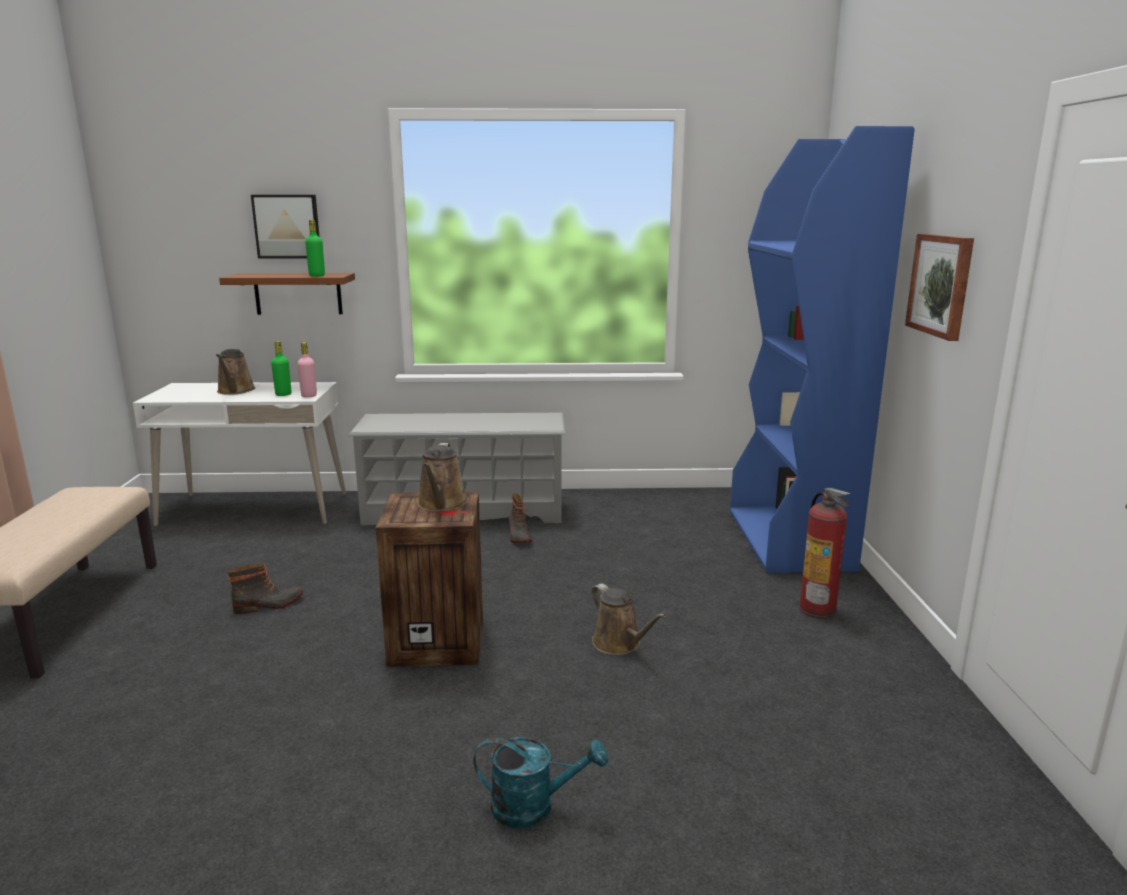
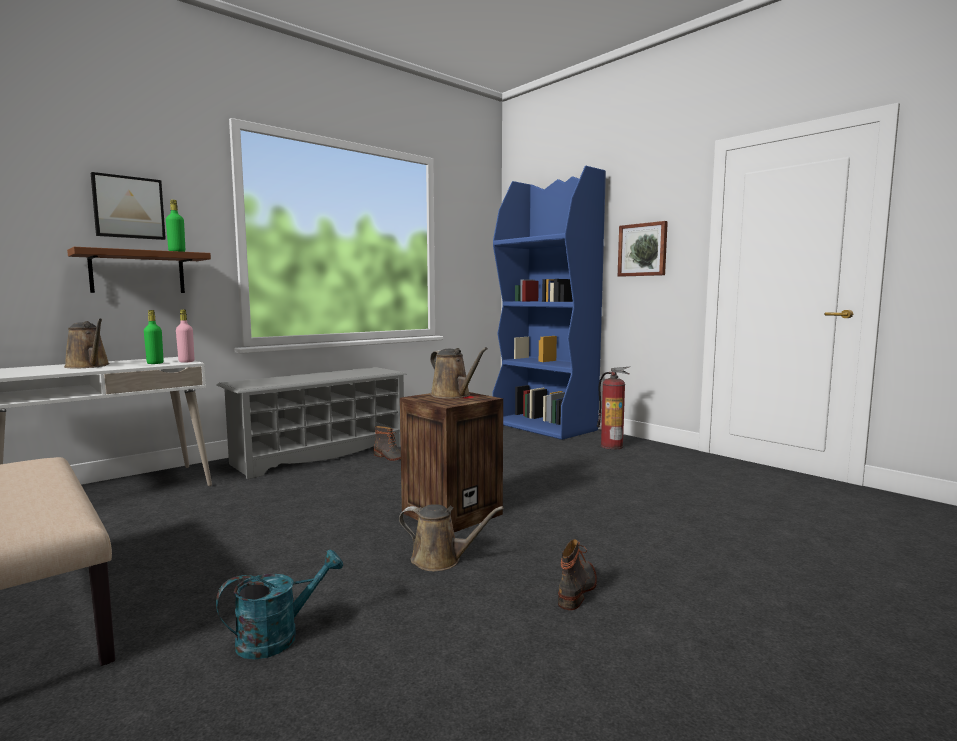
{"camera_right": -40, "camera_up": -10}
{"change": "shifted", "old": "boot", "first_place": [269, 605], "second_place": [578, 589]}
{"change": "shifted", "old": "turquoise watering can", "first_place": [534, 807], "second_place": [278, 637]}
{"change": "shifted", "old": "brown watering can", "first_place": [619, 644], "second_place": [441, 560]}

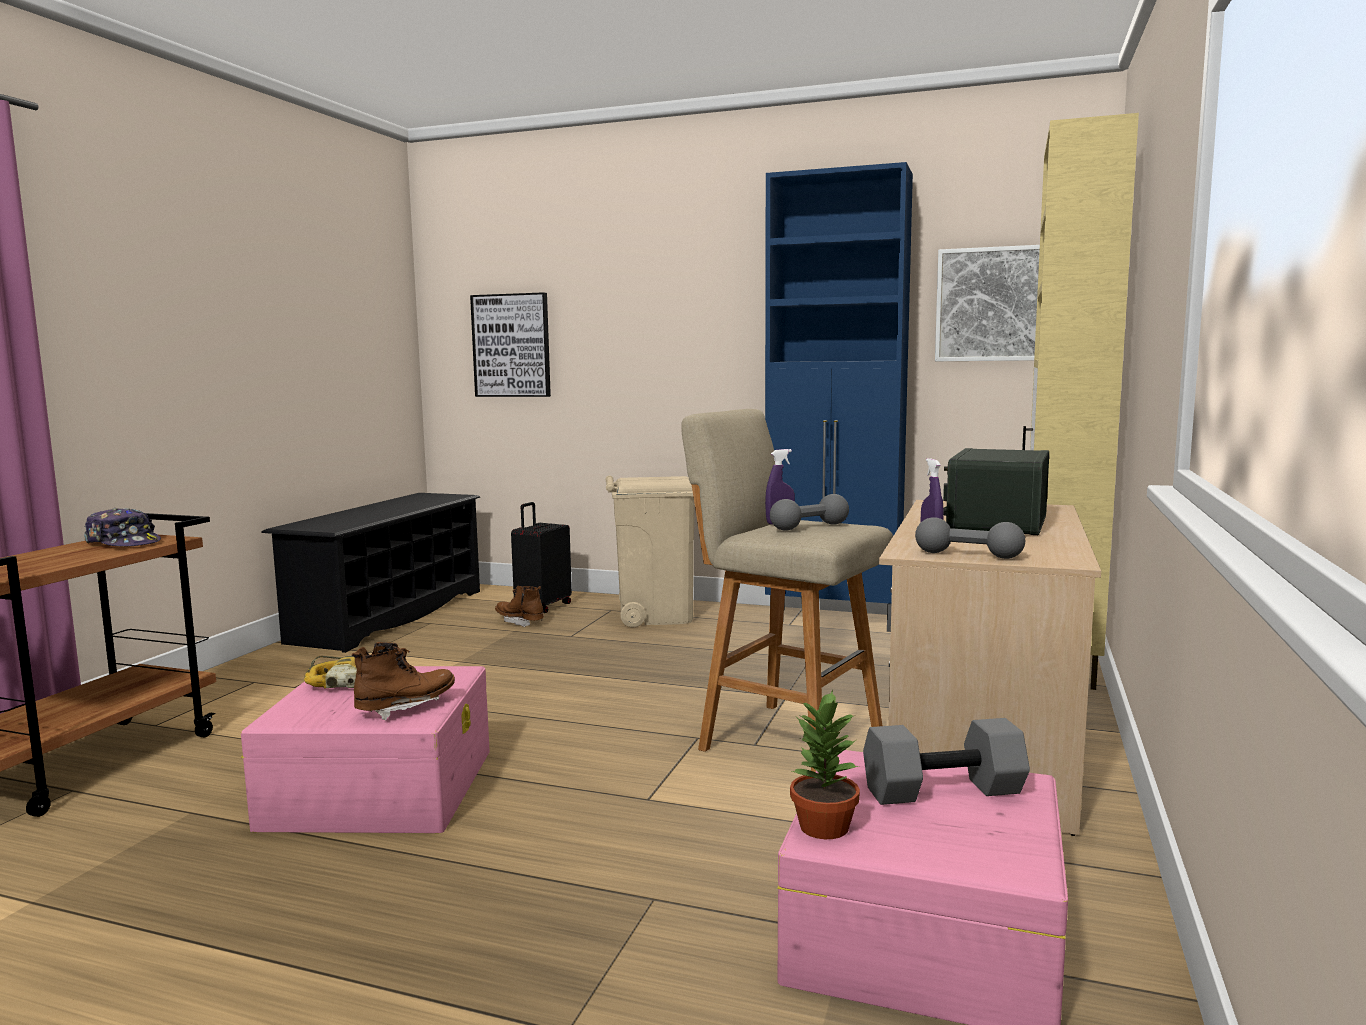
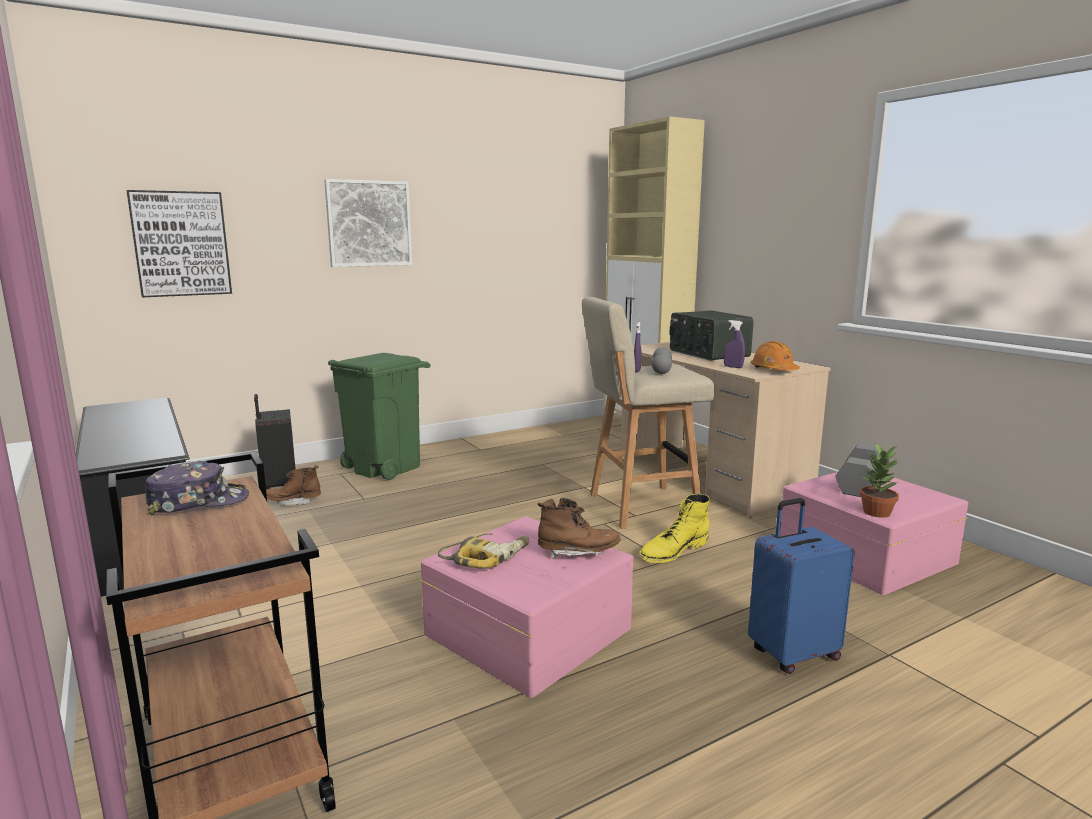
{"camera_right": -50, "camera_up": 5}
{"change": "rotated", "old": "brown boot", "first_place": [406, 708], "second_place": [578, 553], "degrees": 90}
{"change": "repainted", "old": "beige trash can", "new": "green trash can", "first_place": [656, 615], "second_place": [384, 467]}
{"change": "gone", "old": "blue cabinet", "first_place": [835, 620]}
{"change": "swapped", "old": "grey dumbbell", "new": "orange hard hat", "first_place": [968, 555], "second_place": [773, 370]}
{"change": "shifted", "old": "picture", "first_place": [994, 304], "second_place": [369, 223]}
{"change": "new", "new": "yellow boot", "second_place": [673, 550]}
{"change": "new", "new": "blue suitcase", "second_place": [792, 653]}

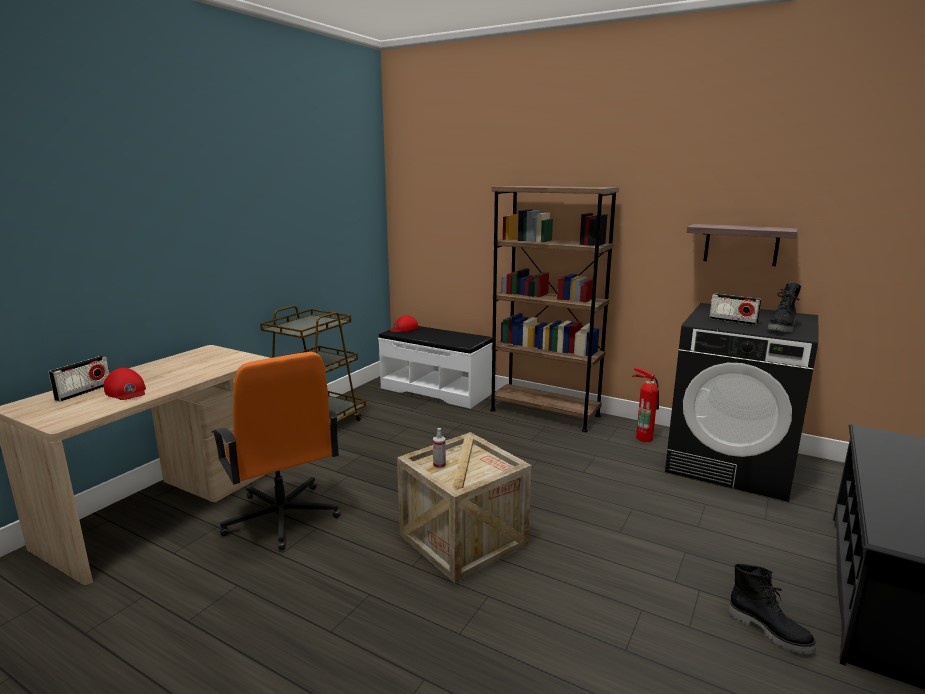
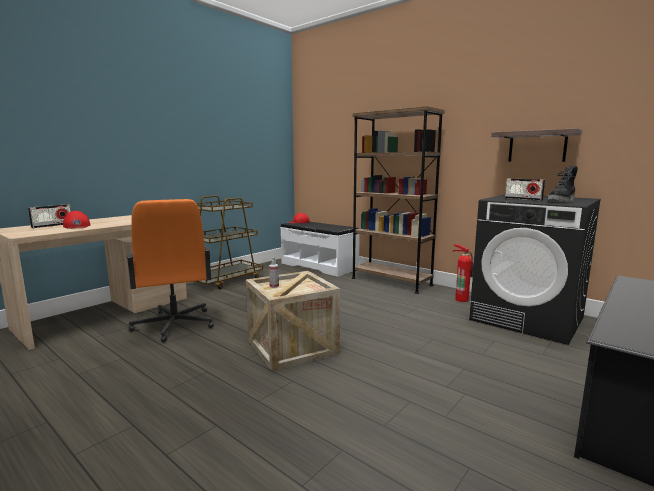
{"camera_right": 10, "camera_up": -5}
{"change": "gone", "old": "black boot", "first_place": [770, 631]}

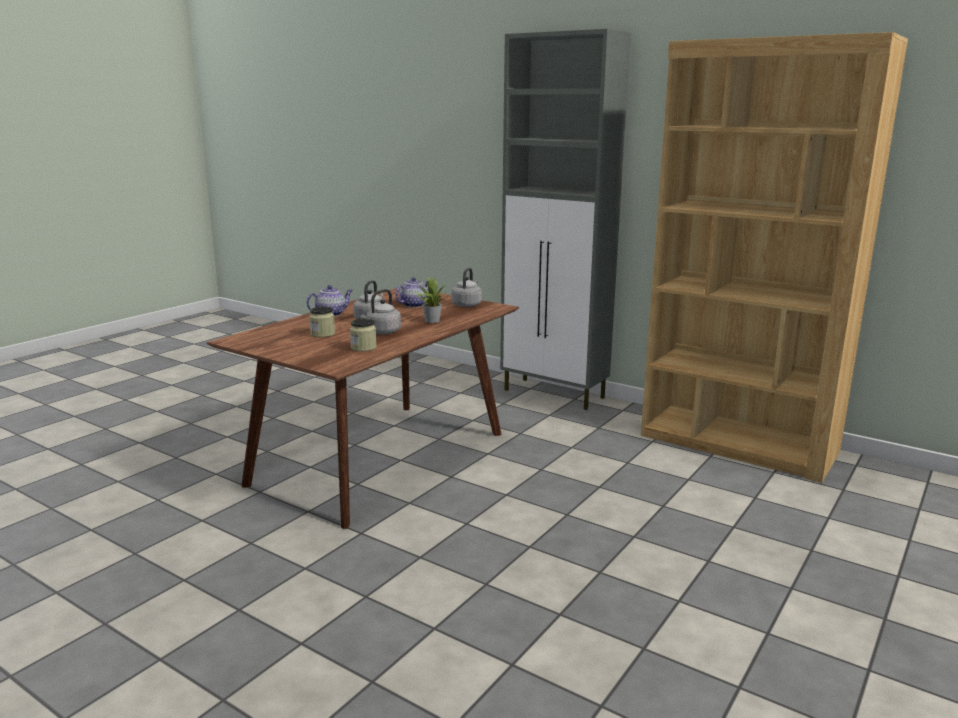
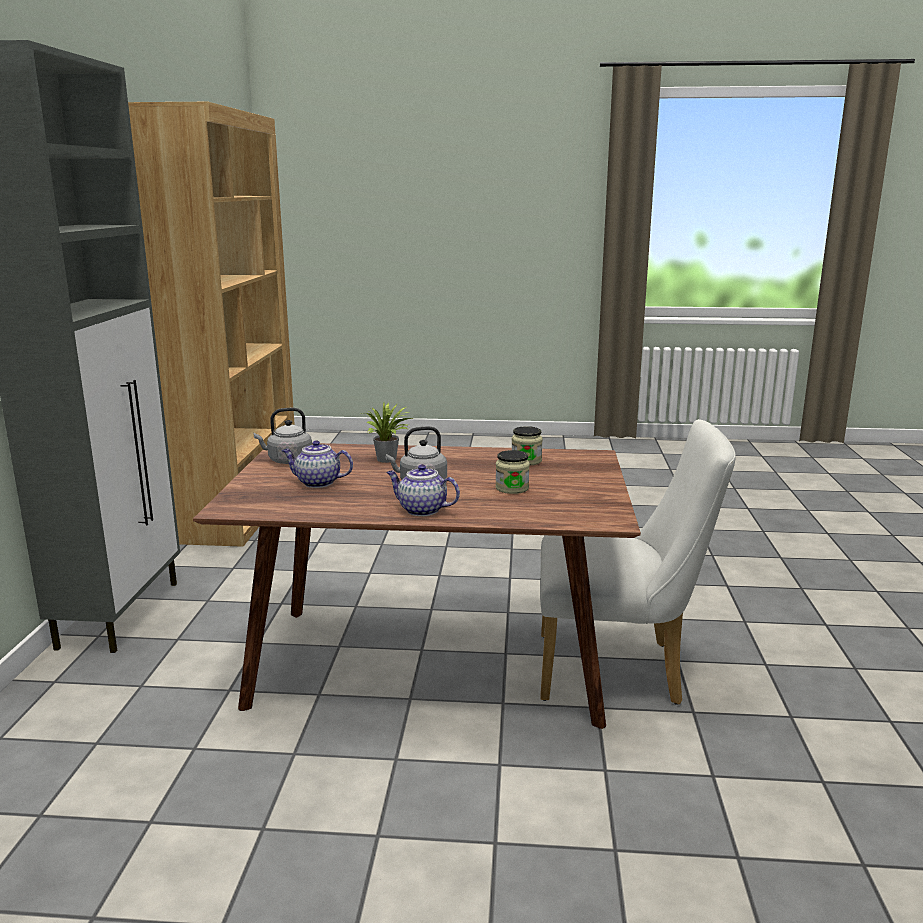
{"camera_right": -120, "camera_up": 0}
{"change": "gone", "old": "grey kettle", "first_place": [382, 332]}
{"change": "new", "new": "white chair", "second_place": [620, 670]}

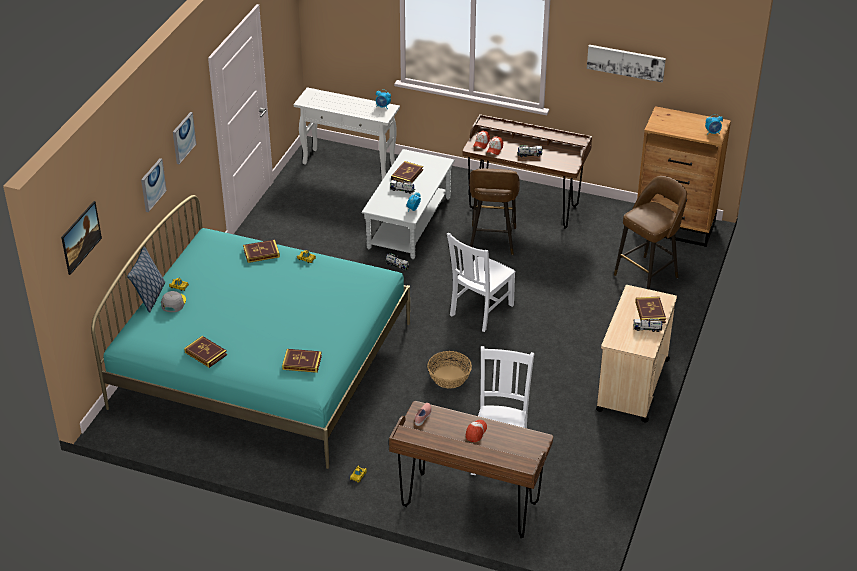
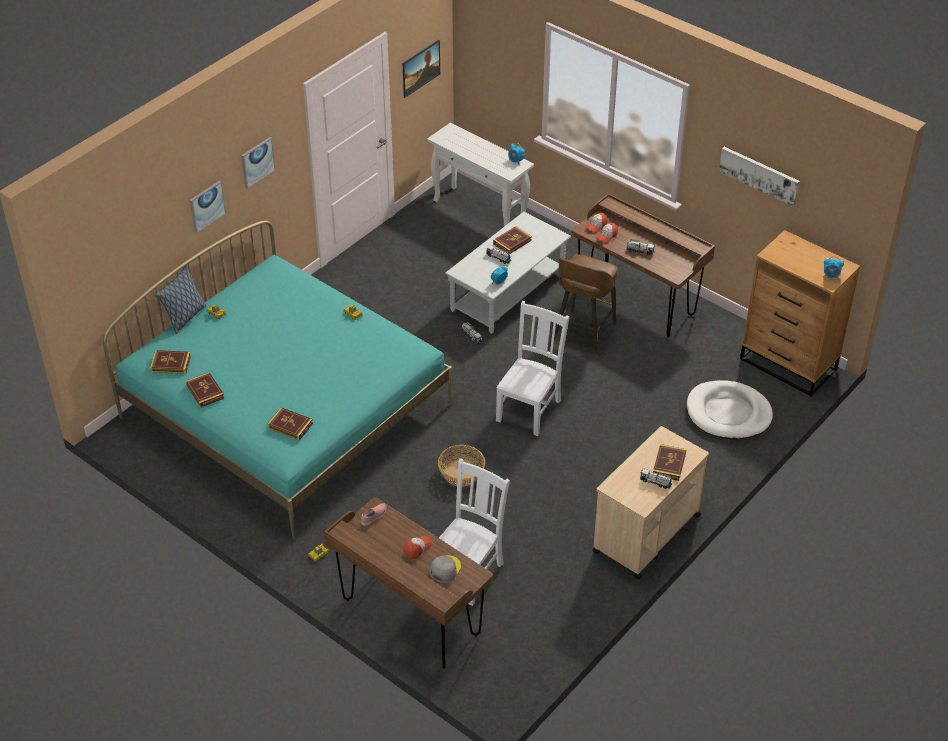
{"camera_right": 20, "camera_up": 5}
{"change": "shifted", "old": "picture", "first_place": [83, 246], "second_place": [421, 77]}
{"change": "shifted", "old": "grey cap", "first_place": [173, 303], "second_place": [445, 569]}
{"change": "shifted", "old": "book", "first_place": [261, 253], "second_place": [171, 364]}
{"change": "rotated", "old": "white chair", "first_place": [480, 311], "second_place": [530, 409], "degrees": 150}
{"change": "swapped", "old": "brown stool", "new": "white dog bed", "first_place": [647, 275], "second_place": [728, 413]}

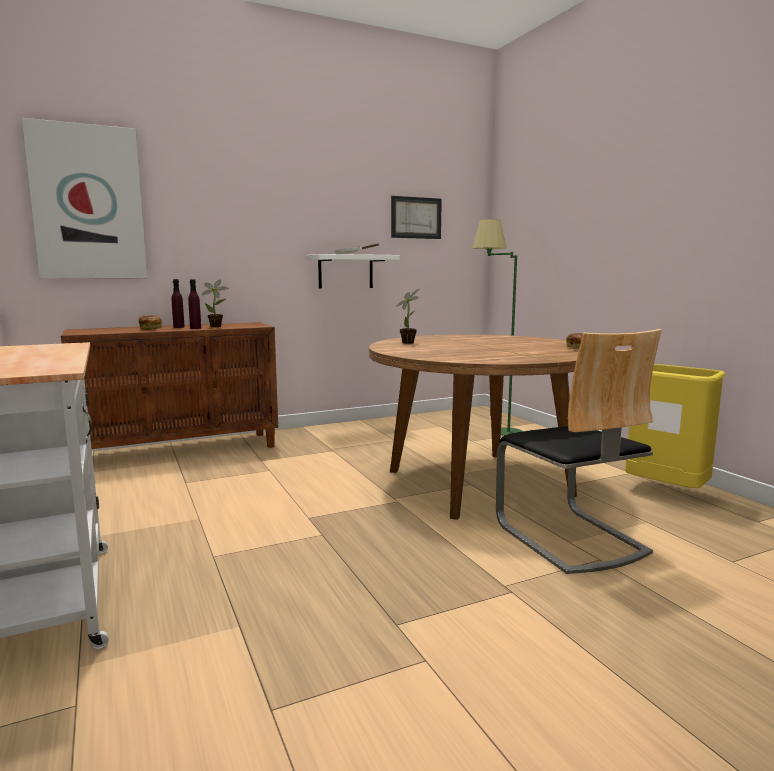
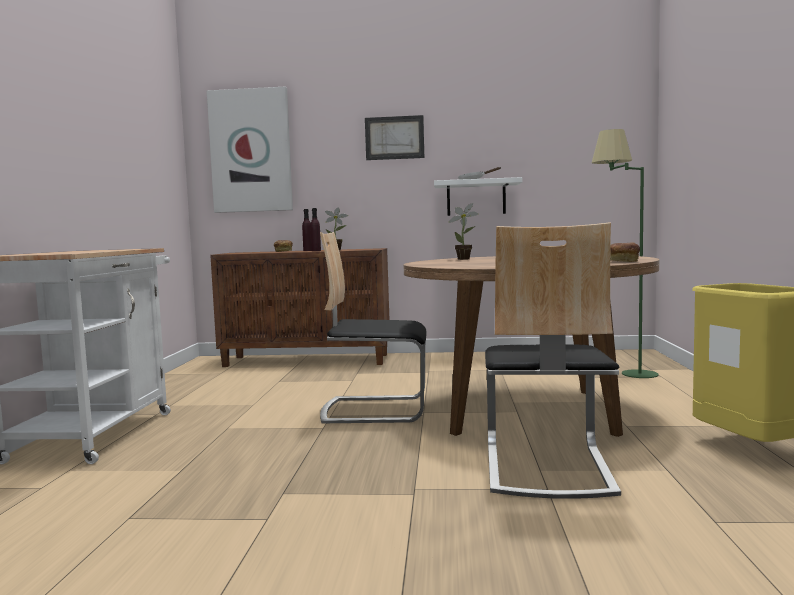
{"camera_right": 30, "camera_up": -5}
{"change": "shifted", "old": "picture", "first_place": [416, 218], "second_place": [394, 138]}
{"change": "new", "new": "chair", "second_place": [375, 409]}

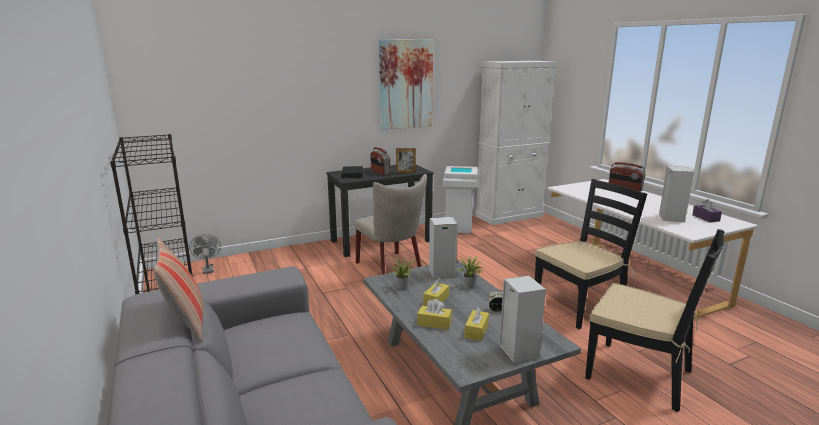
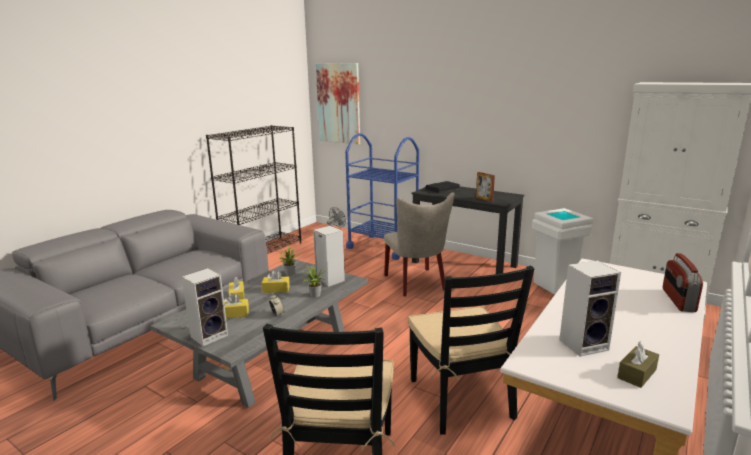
{"camera_right": 60, "camera_up": 0}
{"change": "gone", "old": "pillow", "first_place": [186, 323]}
{"change": "rotated", "old": "beige chair", "first_place": [391, 268], "second_place": [417, 284], "degrees": -45}
{"change": "gone", "old": "radio", "first_place": [380, 172]}
{"change": "shifted", "old": "picture", "first_place": [406, 84], "second_place": [338, 103]}
{"change": "rotated", "old": "black chair", "first_place": [579, 306], "second_place": [461, 399], "degrees": 45}
{"change": "repainted", "old": "purple tissue box", "new": "brown tissue box", "first_place": [705, 218], "second_place": [637, 374]}
{"change": "new", "new": "blue cart", "second_place": [383, 247]}

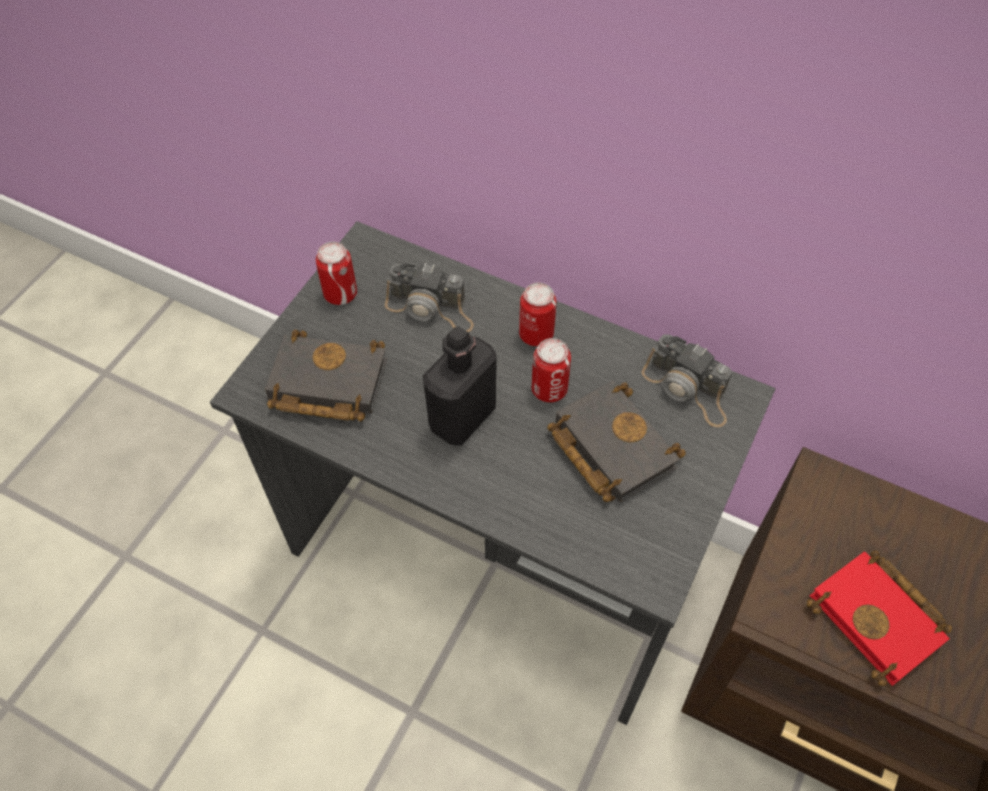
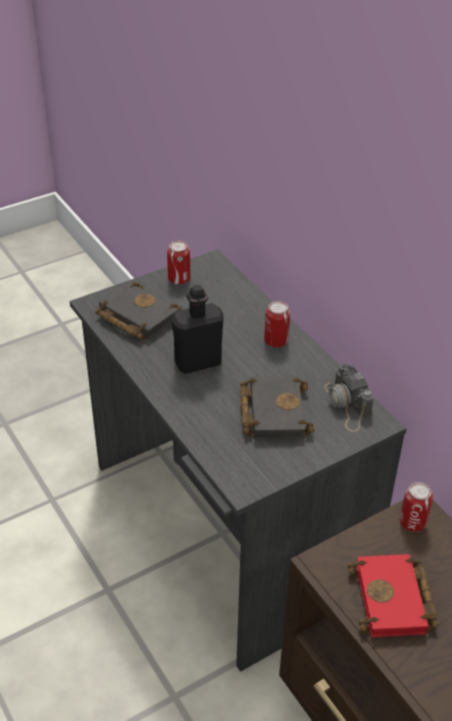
{"camera_right": 30, "camera_up": -15}
{"change": "gone", "old": "photo camera", "first_place": [431, 308]}
{"change": "shifted", "old": "can", "first_place": [549, 389], "second_place": [412, 522]}

